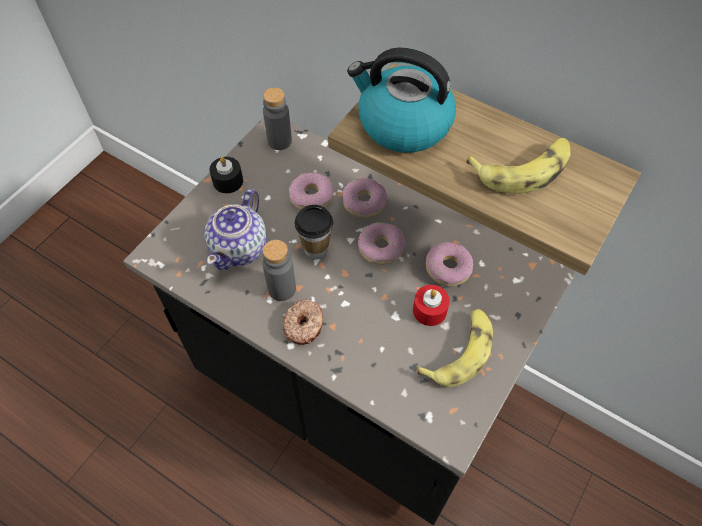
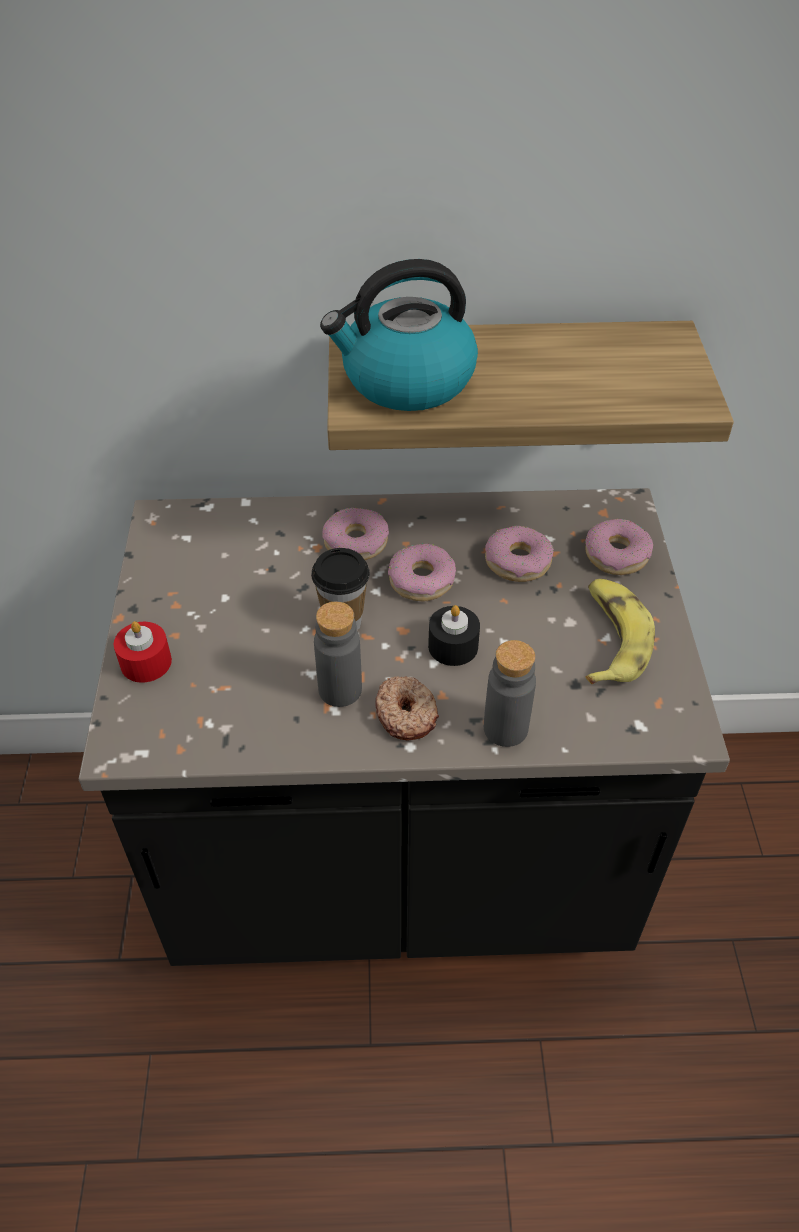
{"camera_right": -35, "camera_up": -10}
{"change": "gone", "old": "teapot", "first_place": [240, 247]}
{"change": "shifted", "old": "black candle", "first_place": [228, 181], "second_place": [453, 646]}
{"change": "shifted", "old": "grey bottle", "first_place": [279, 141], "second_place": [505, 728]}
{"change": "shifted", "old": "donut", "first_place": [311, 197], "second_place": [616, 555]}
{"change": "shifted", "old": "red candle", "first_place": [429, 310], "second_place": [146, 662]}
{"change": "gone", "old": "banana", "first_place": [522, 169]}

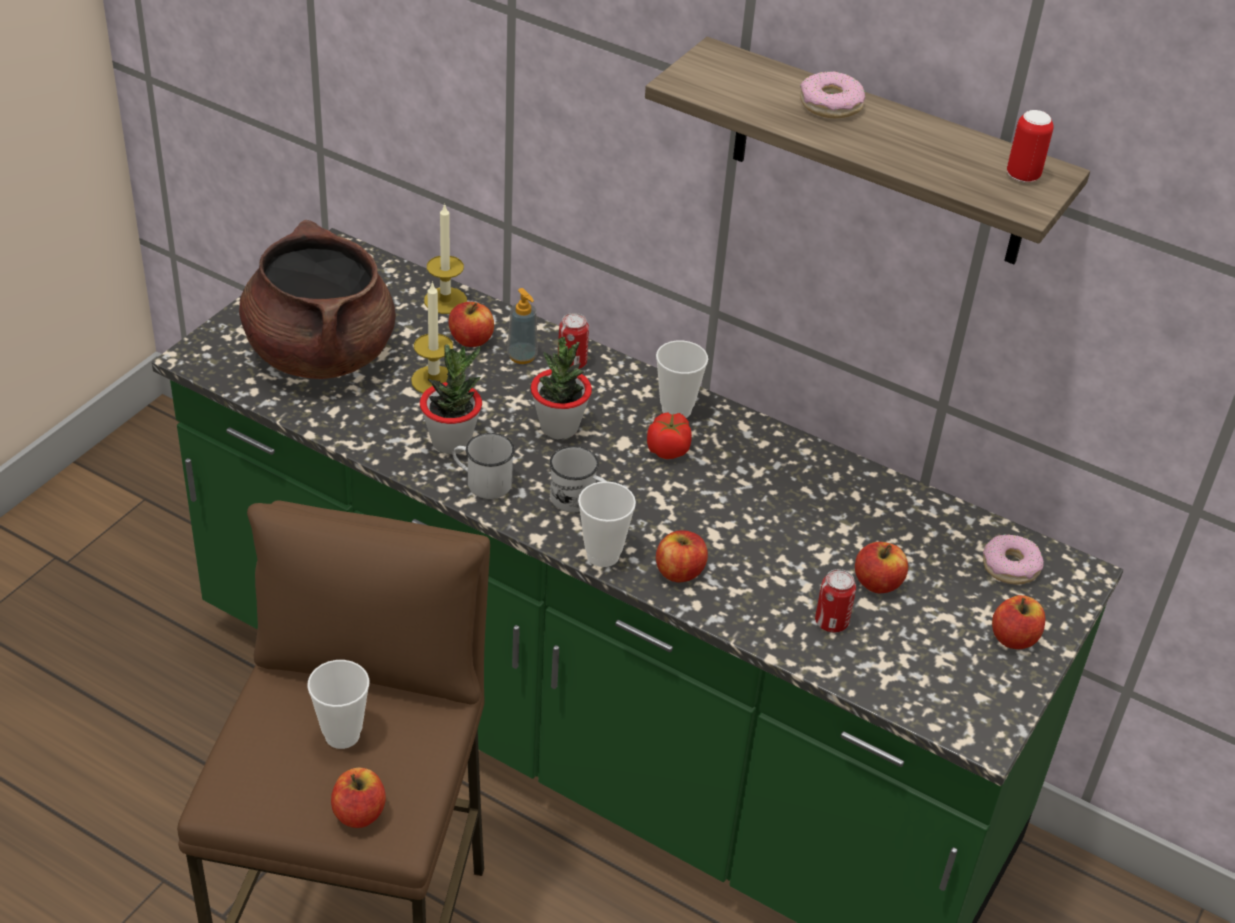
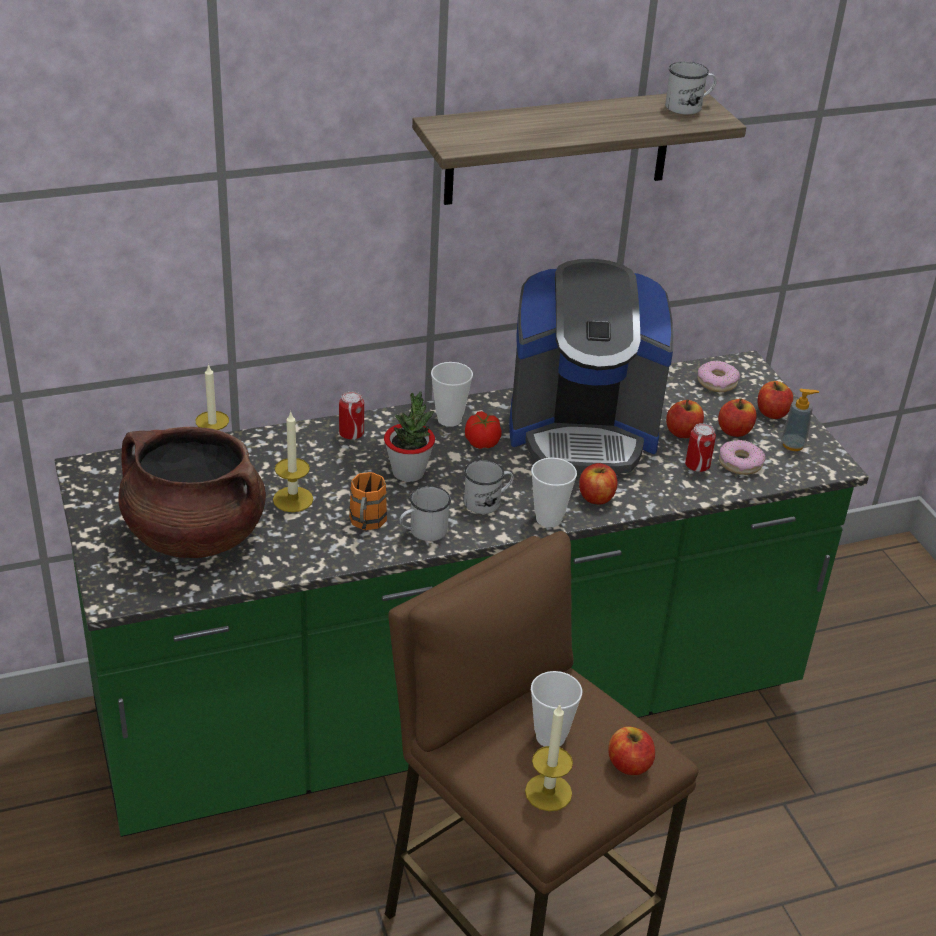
{"camera_right": -50, "camera_up": -5}
{"change": "swapped", "old": "potted plant", "new": "orange mug", "first_place": [451, 441], "second_place": [366, 524]}
{"change": "shifted", "old": "apple", "first_place": [471, 339], "second_place": [734, 431]}
{"change": "shifted", "old": "soap dispenser", "first_place": [522, 356], "second_place": [793, 445]}
{"change": "shifted", "old": "donut", "first_place": [830, 104], "second_place": [740, 463]}
{"change": "swapped", "old": "can", "new": "white mug", "first_place": [1023, 176], "second_place": [689, 106]}
{"change": "new", "new": "coffee machine", "second_place": [582, 431]}
{"change": "new", "new": "candle", "second_place": [548, 792]}

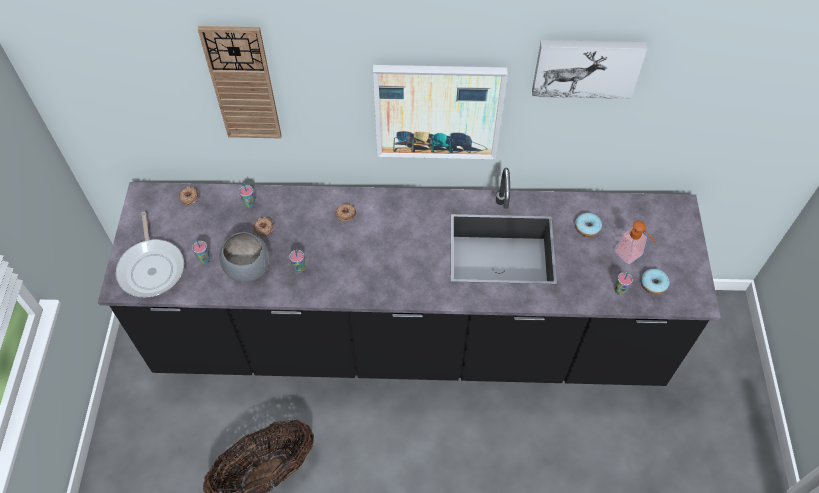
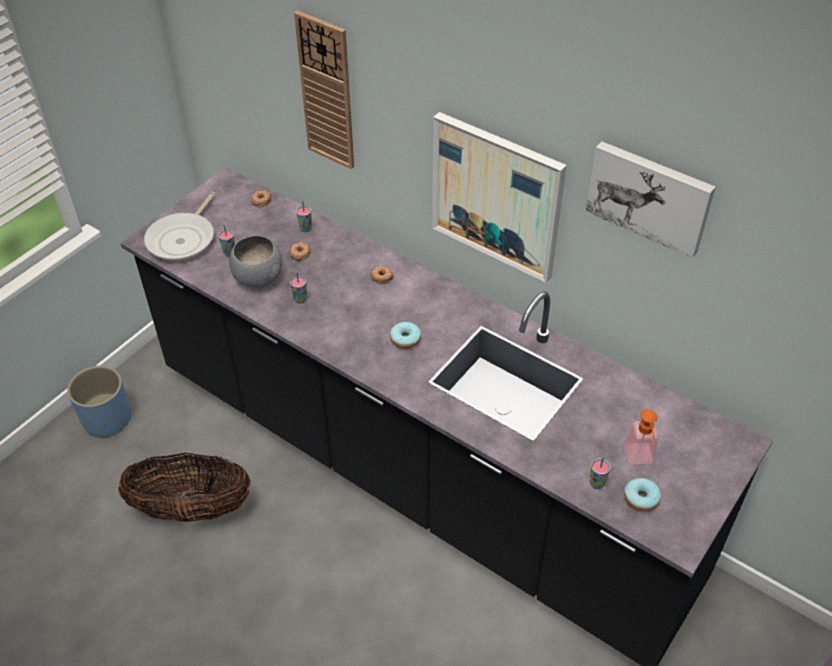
{"camera_right": 35, "camera_up": -10}
{"change": "shifted", "old": "donut", "first_place": [587, 227], "second_place": [405, 339]}
{"change": "new", "new": "blue planter", "second_place": [107, 419]}

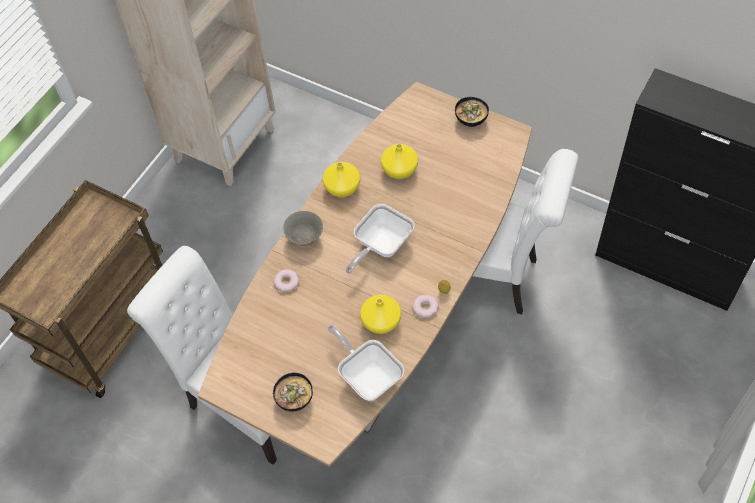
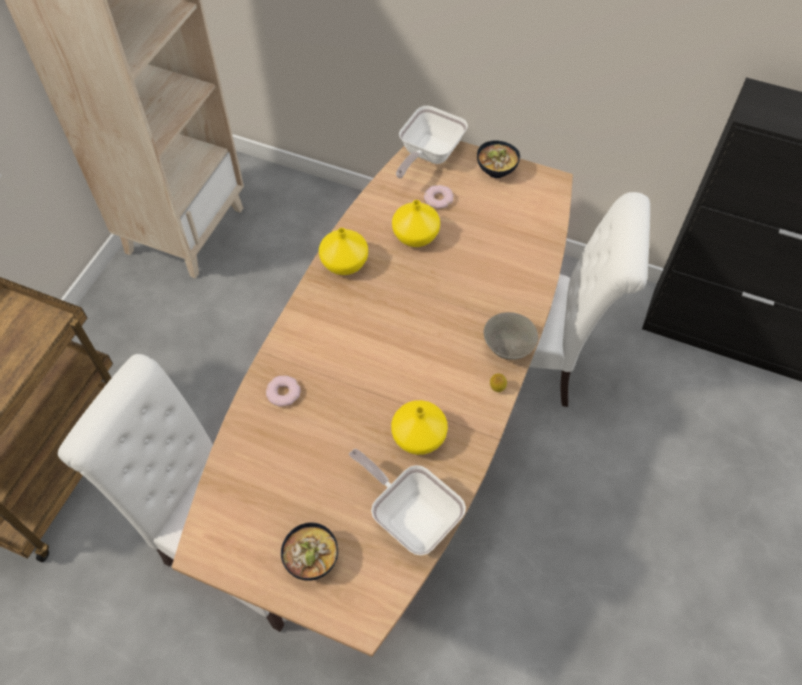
{"camera_right": -10, "camera_up": 0}
{"change": "shifted", "old": "grey bowl", "first_place": [305, 238], "second_place": [508, 349]}
{"change": "shifted", "old": "frying pan", "first_place": [380, 246], "second_place": [428, 155]}
{"change": "shifted", "old": "donut", "first_place": [425, 307], "second_place": [438, 199]}

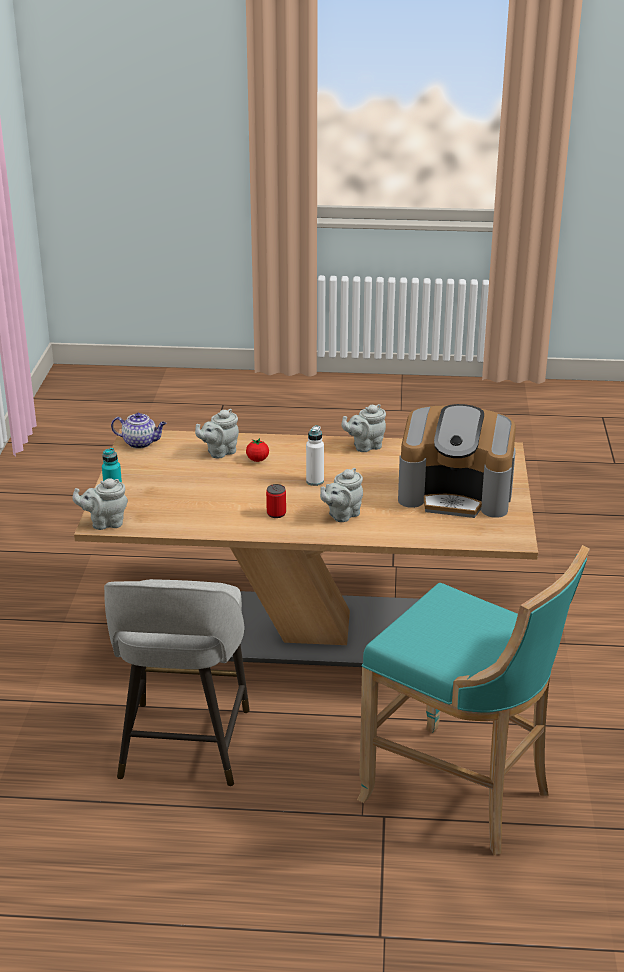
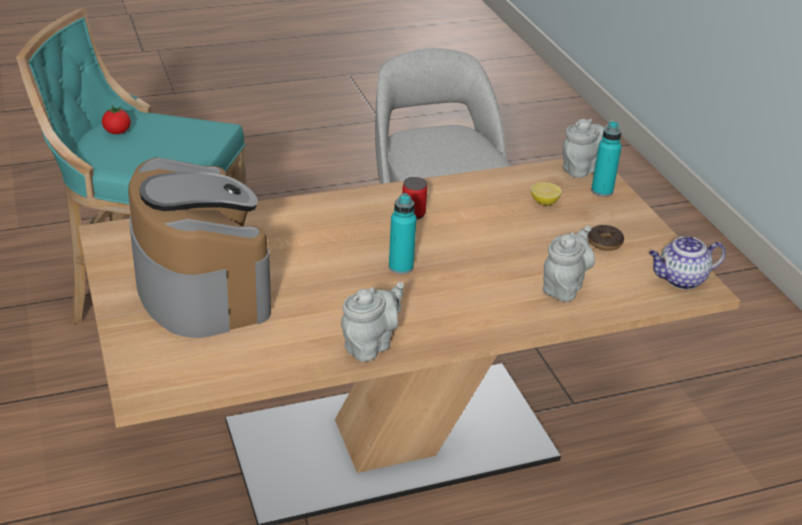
{"camera_right": 155, "camera_up": 5}
{"change": "shifted", "old": "tomato", "first_place": [257, 460], "second_place": [117, 132]}
{"change": "repainted", "old": "white bottle", "new": "turquoise bottle", "first_place": [315, 481], "second_place": [401, 267]}
{"change": "gone", "old": "grey teapot", "first_place": [342, 515]}
{"change": "rotated", "old": "coffee machine", "first_place": [456, 494], "second_place": [200, 286], "degrees": 75}
{"change": "new", "new": "lemon", "second_place": [544, 202]}
{"change": "new", "new": "donut", "second_place": [605, 242]}

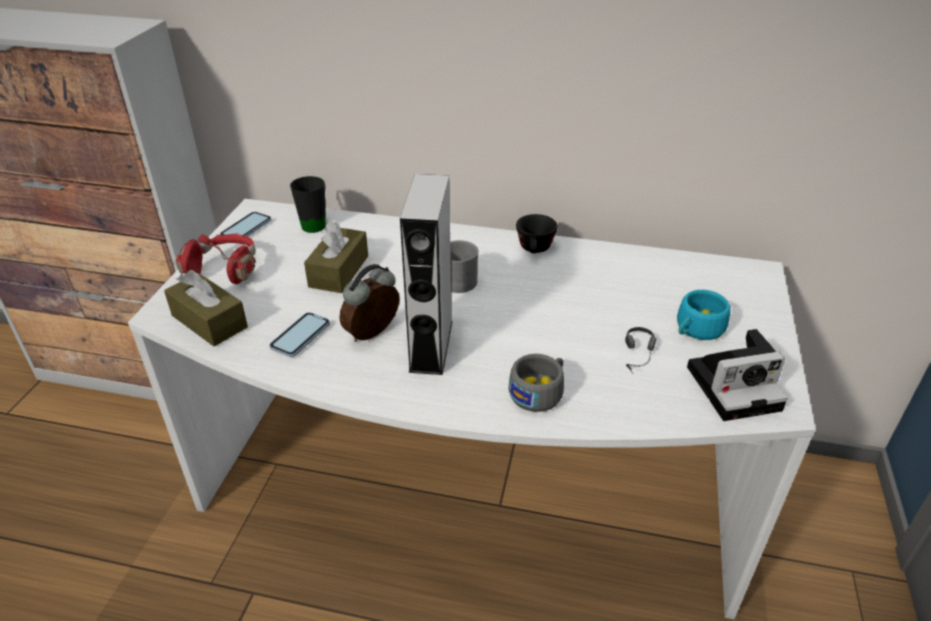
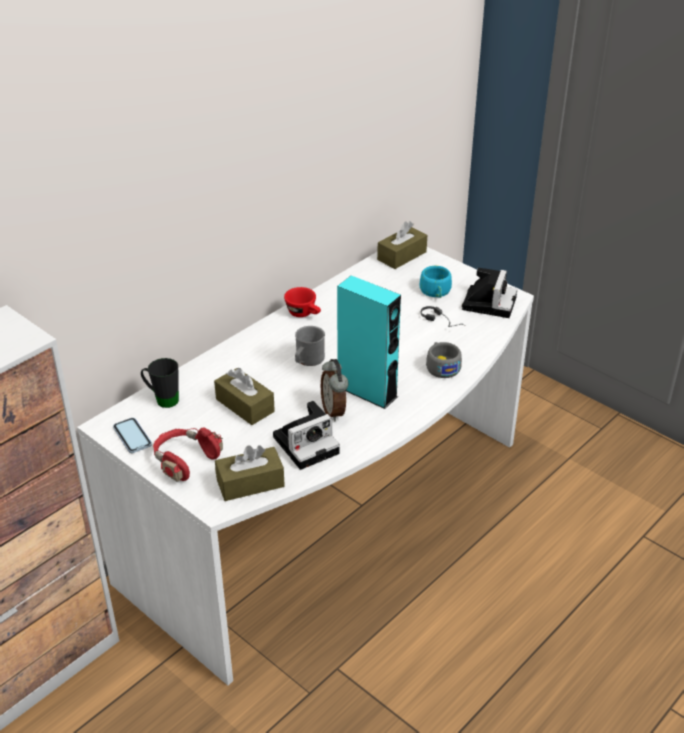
{"camera_right": -60, "camera_up": 0}
{"change": "swapped", "old": "phone", "new": "photo camera", "first_place": [300, 336], "second_place": [307, 443]}
{"change": "repainted", "old": "grey speaker", "new": "turquoise speaker", "first_place": [431, 346], "second_place": [367, 391]}
{"change": "repainted", "old": "black cup", "new": "red cup", "first_place": [535, 250], "second_place": [304, 314]}
{"change": "new", "new": "brown tissue box", "second_place": [402, 256]}

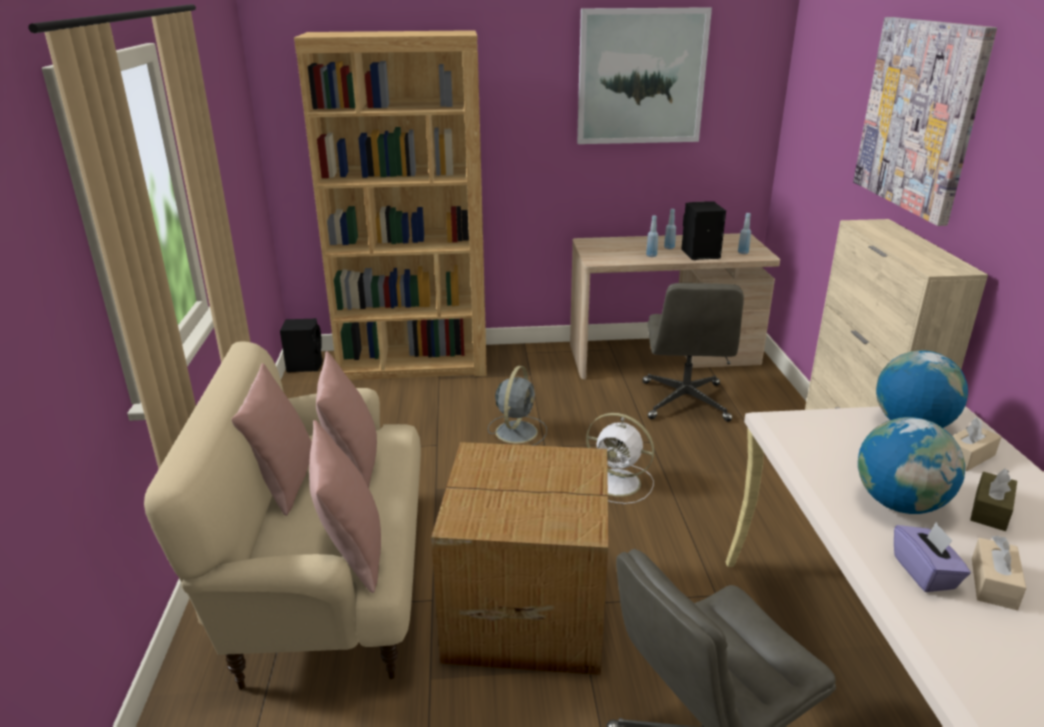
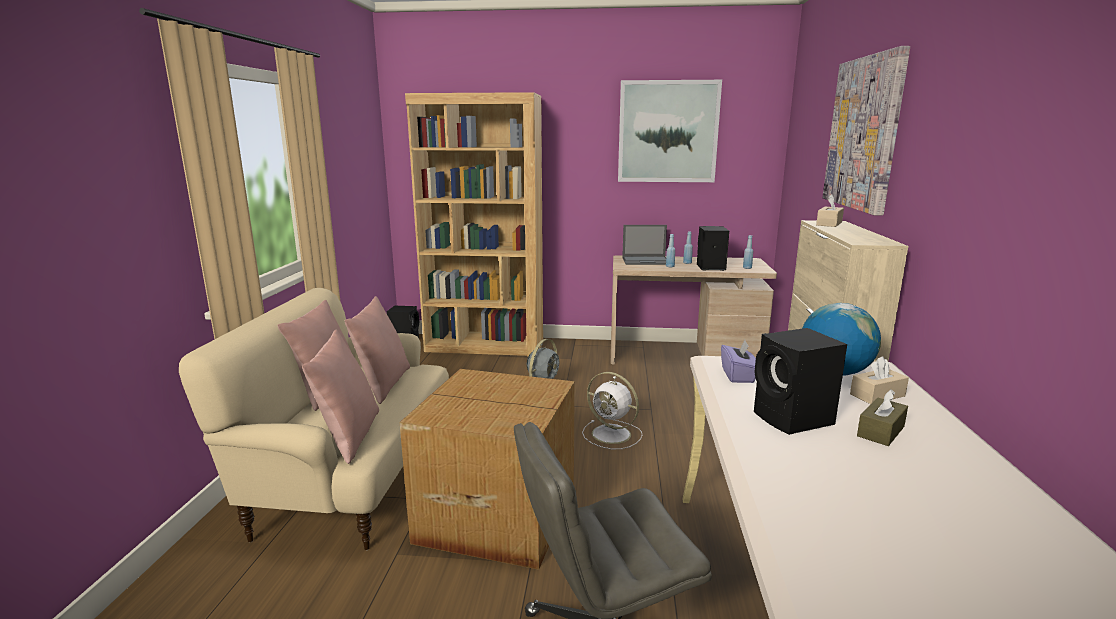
{"camera_right": 10, "camera_up": -10}
{"change": "gone", "old": "grey office chair", "first_place": [685, 402]}
{"change": "swapped", "old": "globe", "new": "black speaker", "first_place": [899, 504], "second_place": [794, 420]}
{"change": "shifted", "old": "purple tissue box", "first_place": [924, 573], "second_place": [738, 376]}
{"change": "shifted", "old": "beige tissue box", "first_place": [993, 583], "second_place": [829, 224]}
{"change": "new", "new": "laptop", "second_place": [646, 261]}

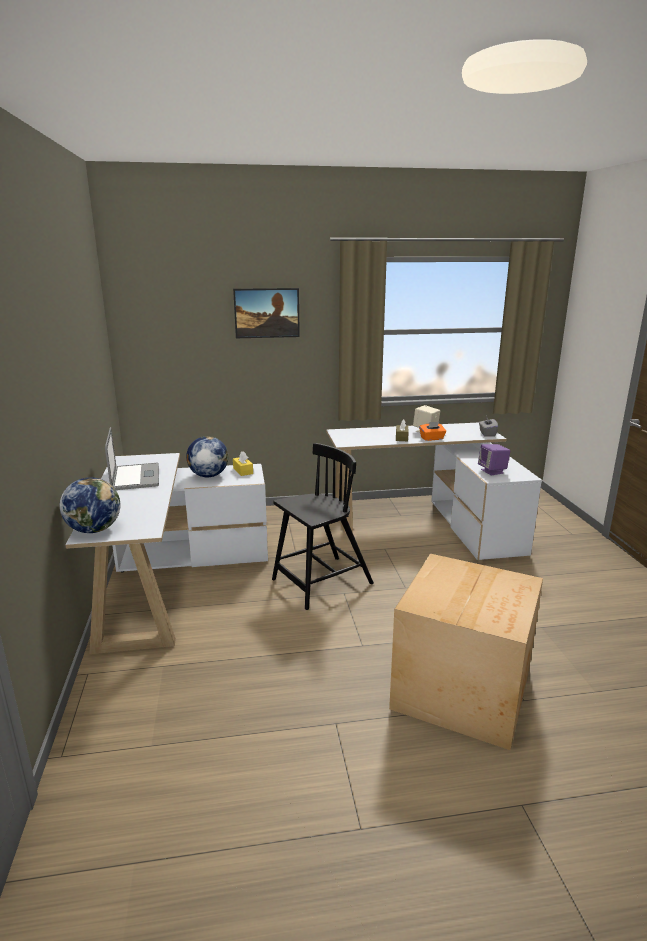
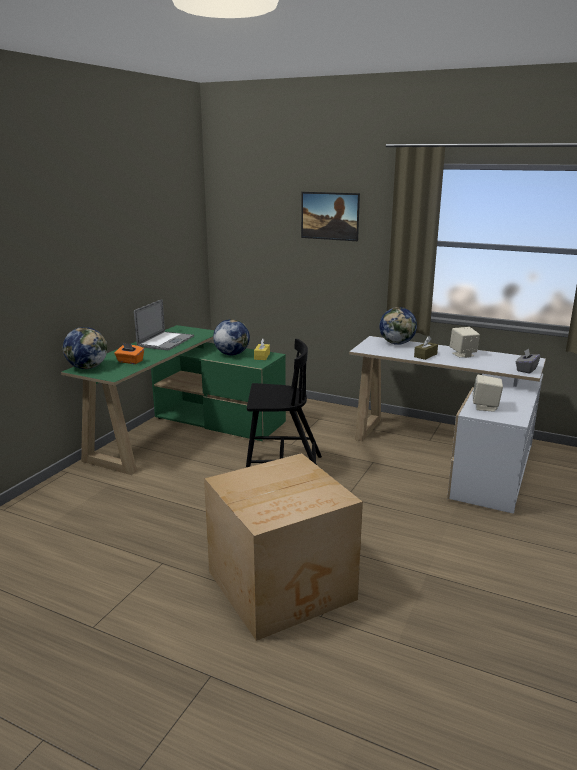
{"camera_right": 35, "camera_up": 0}
{"change": "repainted", "old": "white desk", "new": "green desk", "first_place": [171, 579], "second_place": [182, 432]}
{"change": "shifted", "old": "orange tissue box", "first_place": [432, 438], "second_place": [130, 361]}
{"change": "repainted", "old": "purple speaker", "new": "beige speaker", "first_place": [492, 471], "second_place": [485, 407]}
{"change": "new", "new": "globe", "second_place": [397, 343]}

